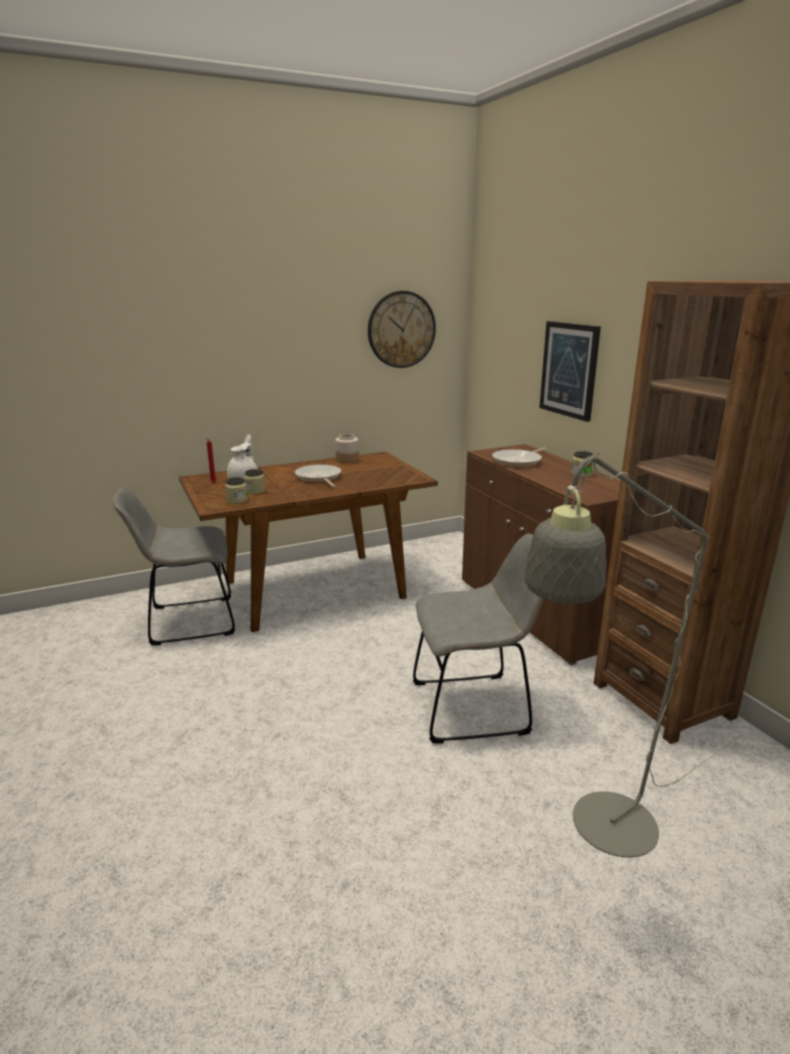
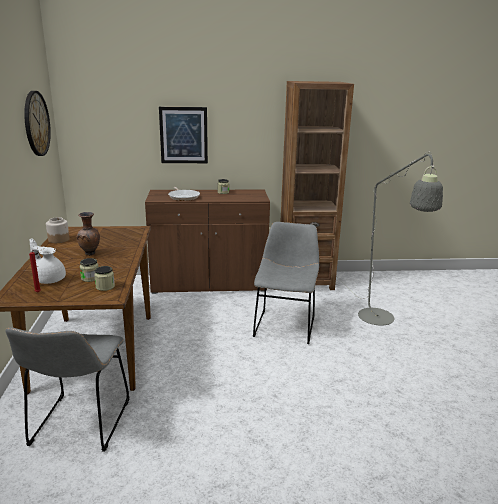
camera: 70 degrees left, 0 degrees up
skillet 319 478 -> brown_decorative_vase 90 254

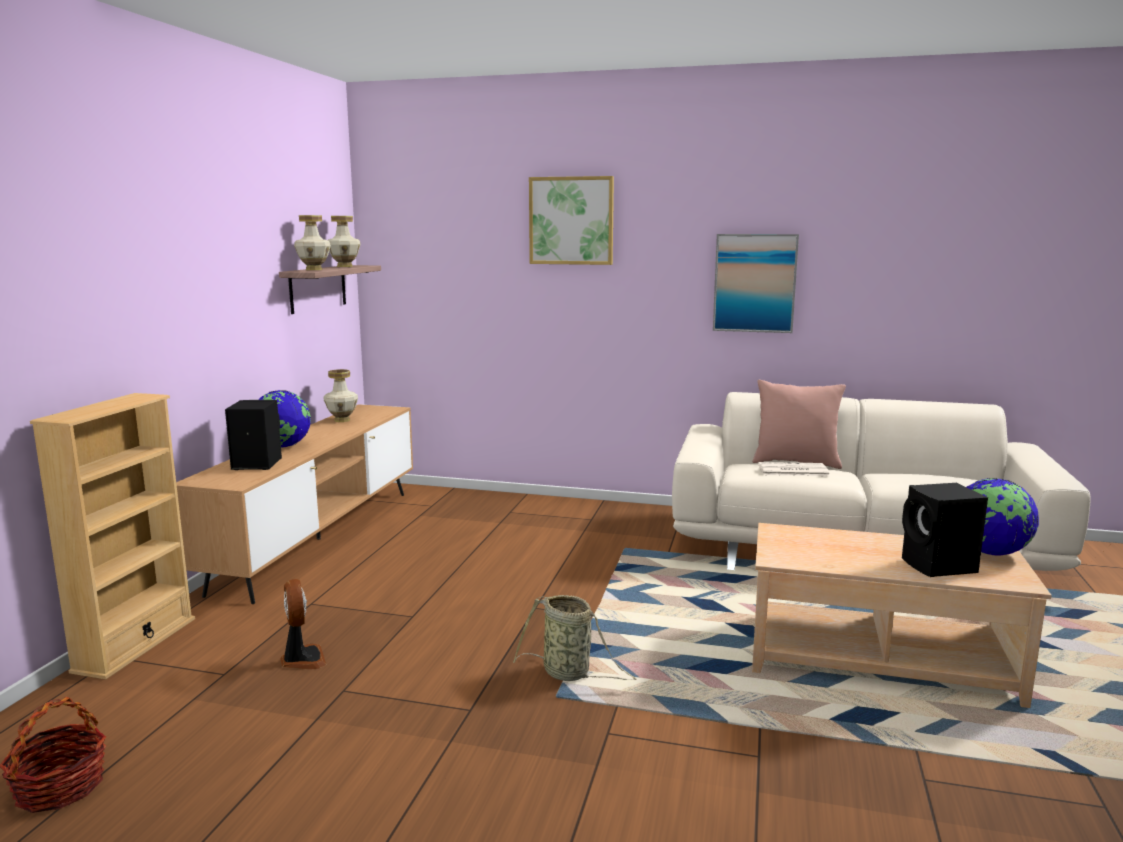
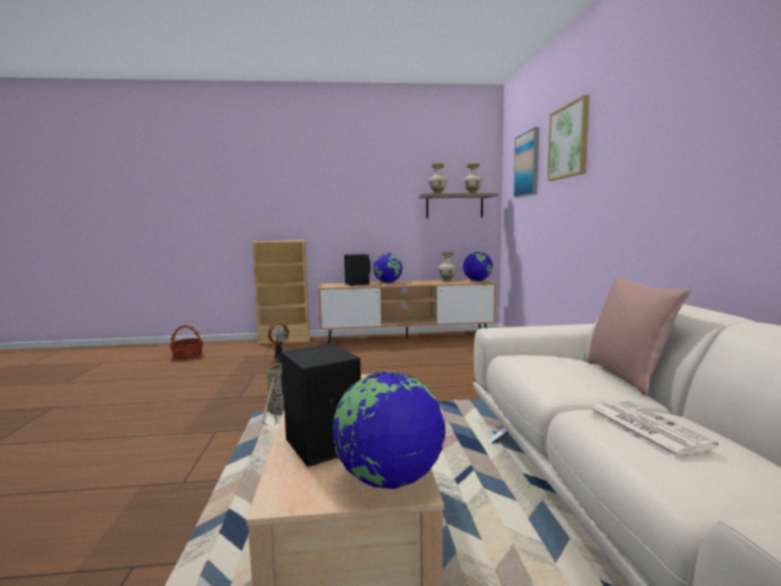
camera: 70 degrees right, 5 degrees down
none -> globe 477 280
wall_picture 754 283 -> wall_picture 527 164, shifted
daily_paper 792 470 -> daily_paper 644 428, shifted

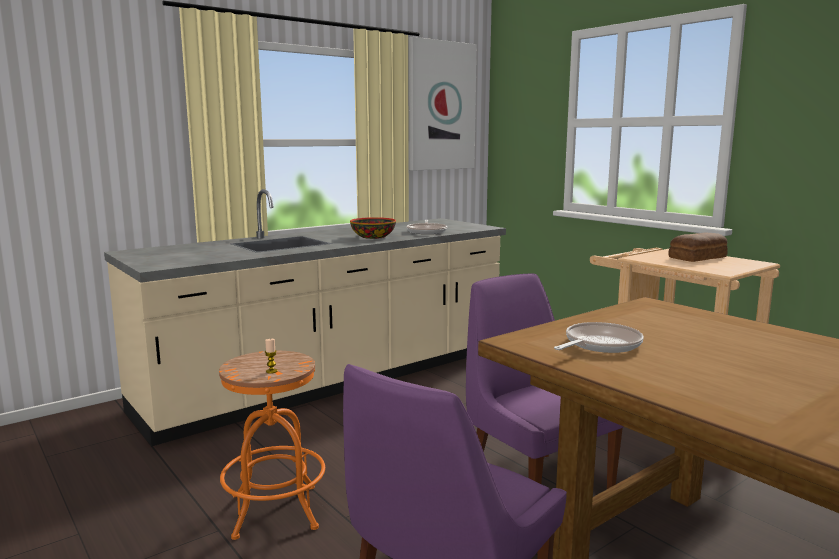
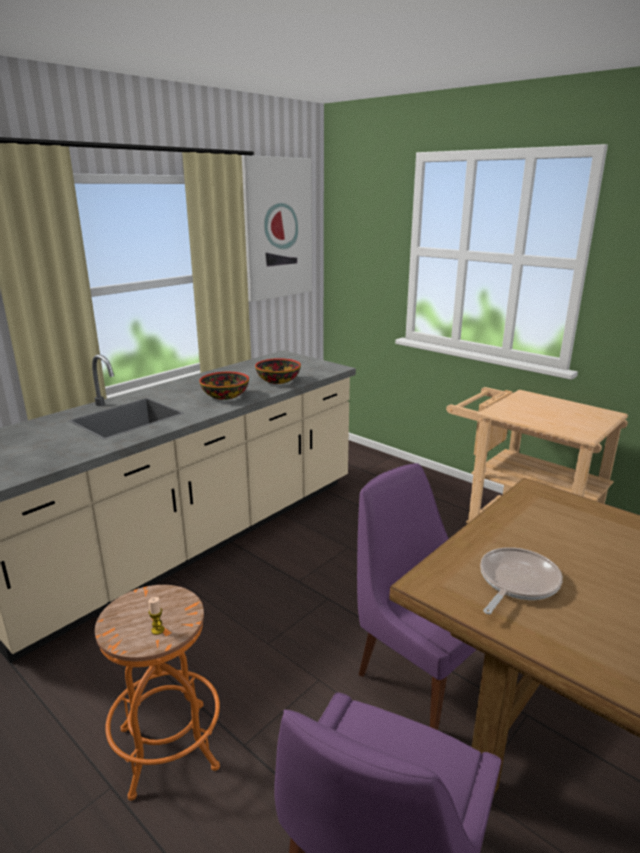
camera: 10 degrees left, 10 degrees up
skillet 427 231 -> deep_dish 278 380
bakery_bread 699 257 -> none

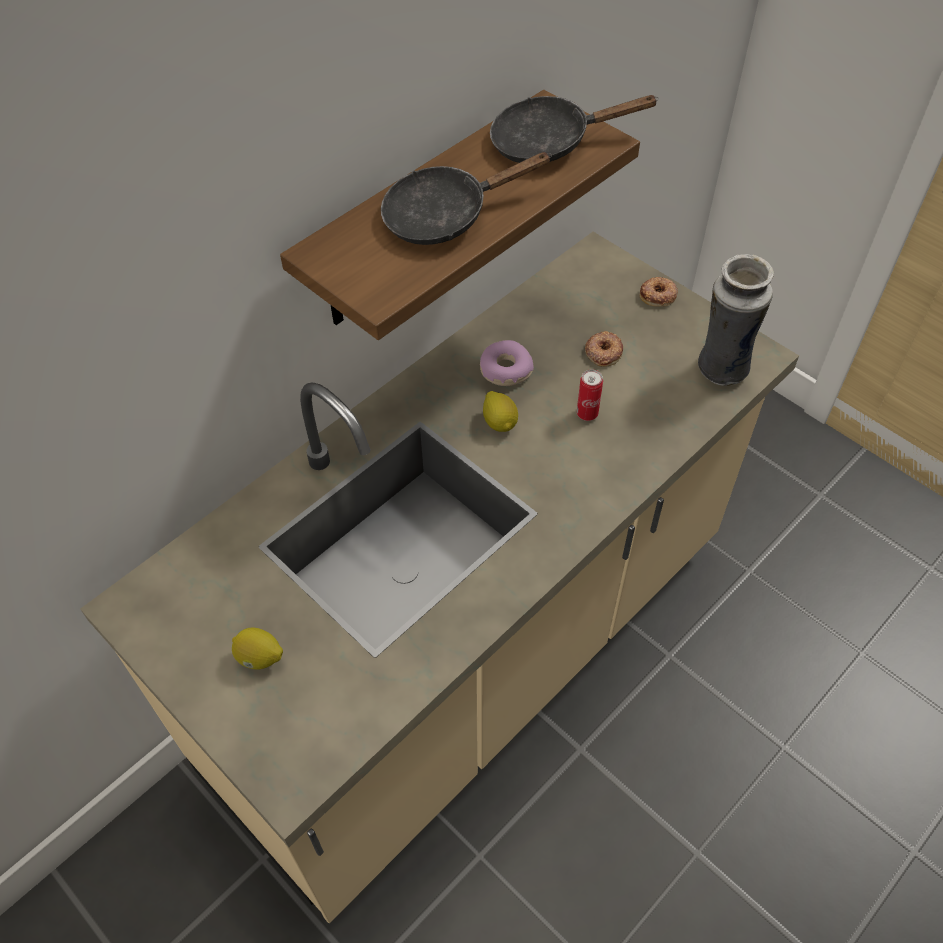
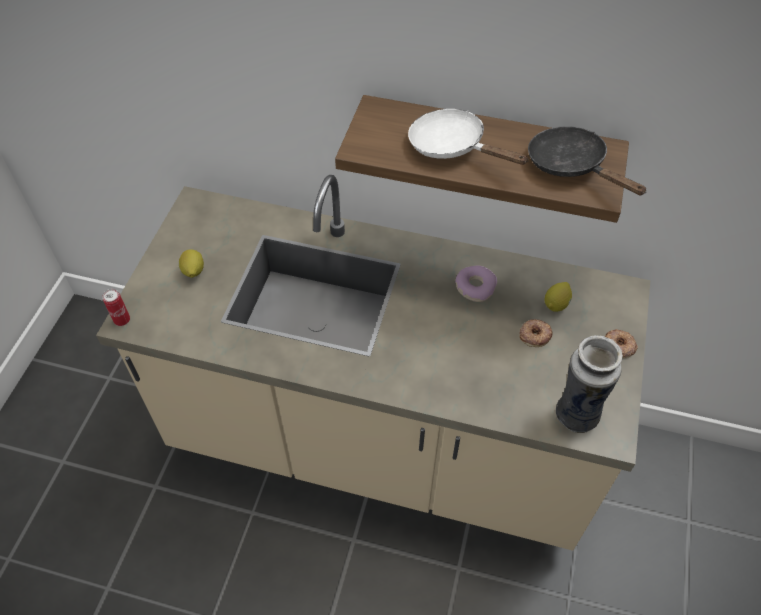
camera: 60 degrees right, 0 degrees up
metal_can 587 414 -> metal_can 122 320, shifted
blackish_skillet 445 216 -> white_skillet 453 147
whole_lemon 500 422 -> whole_lemon 556 304, shifted

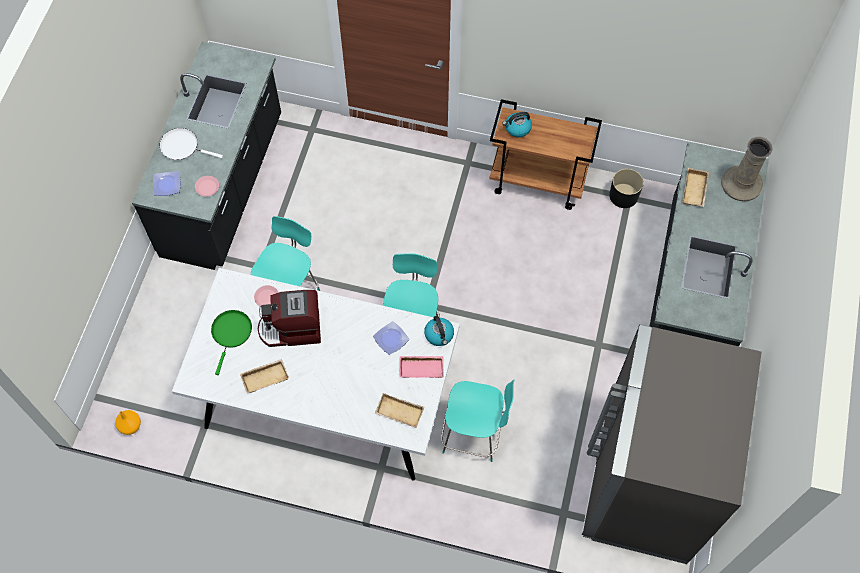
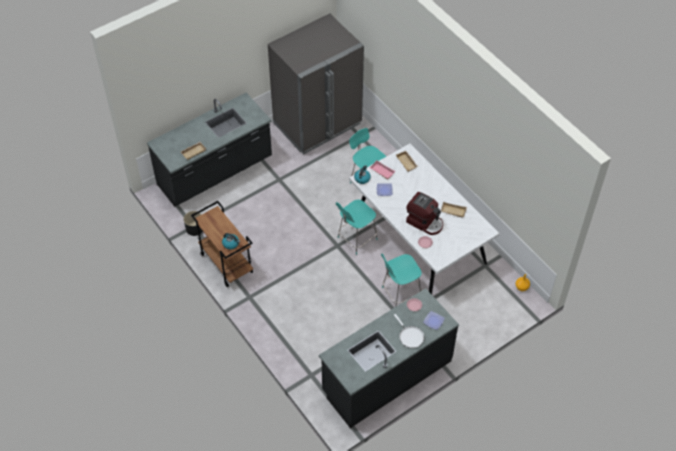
camera: 140 degrees left, 10 degrees down
greenish_skillet 231 333 -> none
beige-coloured_decorative_vase 741 183 -> none

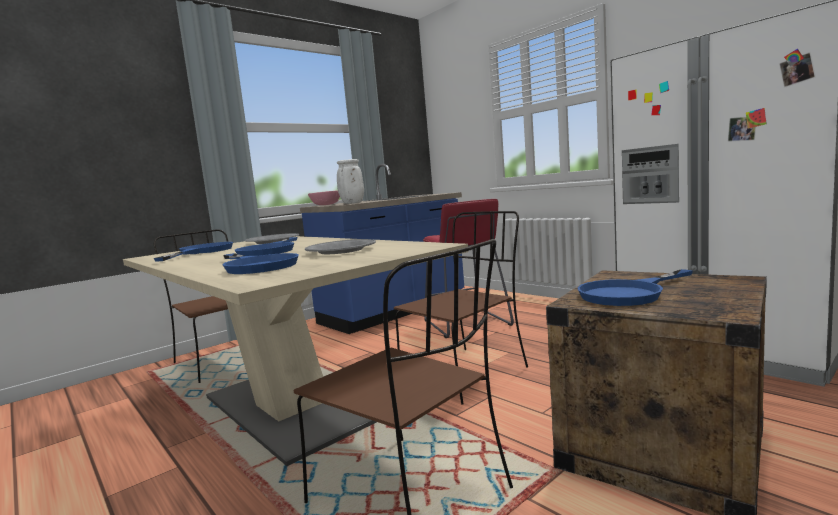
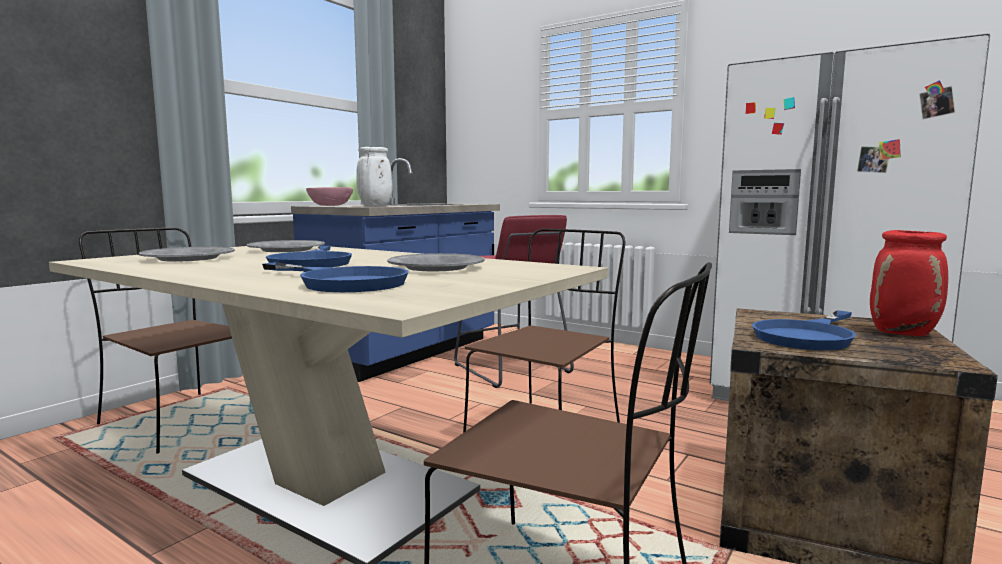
camera: 15 degrees left, 0 degrees up
blue-coloured_skillet 201 252 -> greyish_plate 188 258
none -> red_decorative_vase 904 333

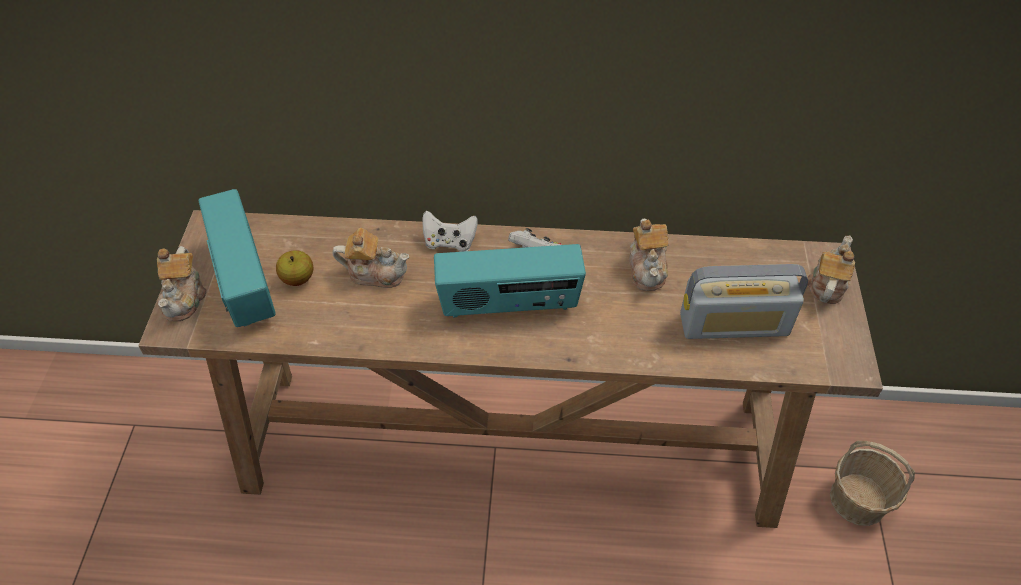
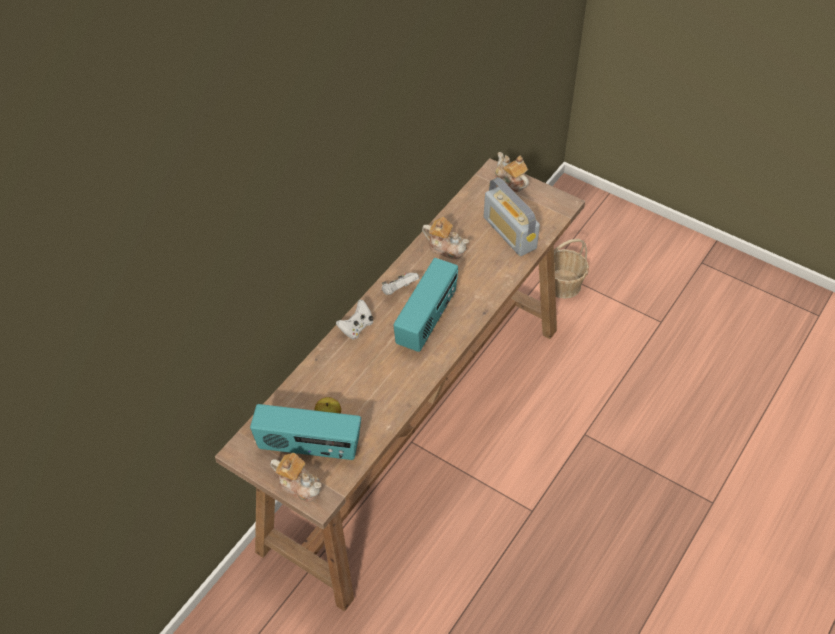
camera: 60 degrees left, 0 degrees up
radio_set 734 324 -> radio_set 509 233, 120 degrees clockwise
tea_pot 375 273 -> none

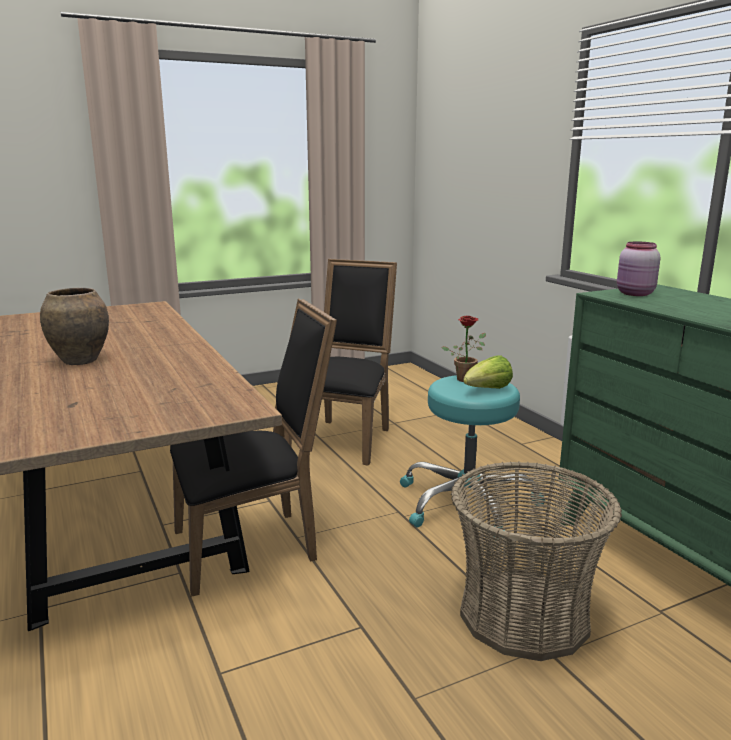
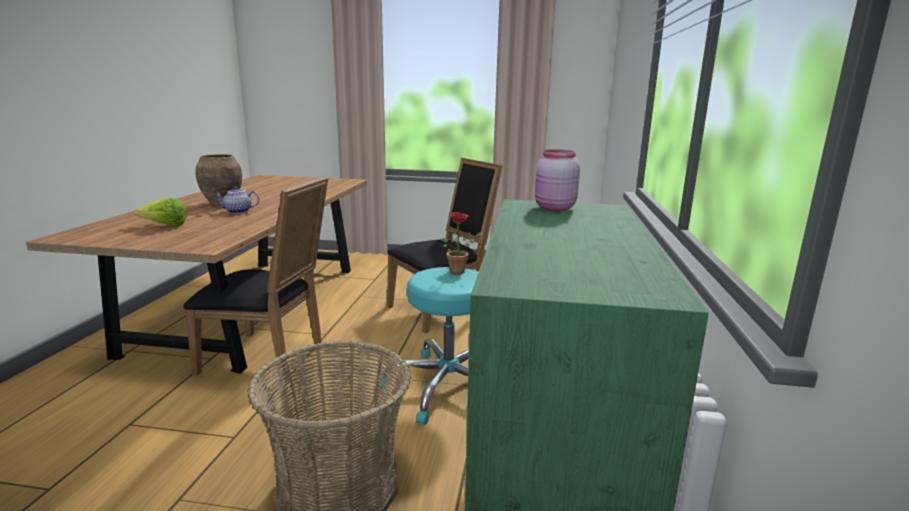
camera: 35 degrees right, 0 degrees up
lettuce 487 390 -> lettuce 165 226, shifted
none -> tea_pot 237 211

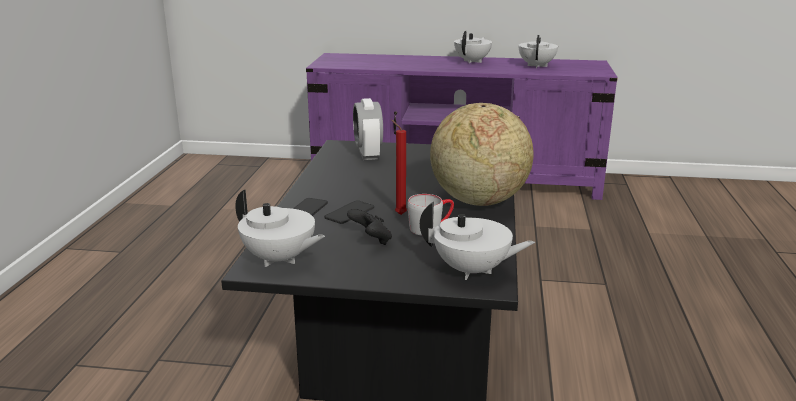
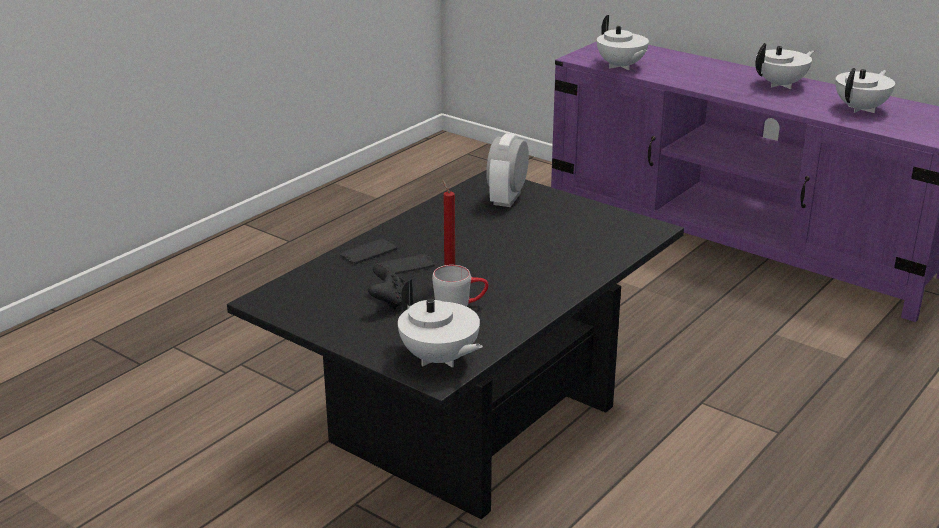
camera: 30 degrees right, 5 degrees up
white_tea_pot 279 259 -> white_tea_pot 621 66, shifted
globe 478 201 -> none

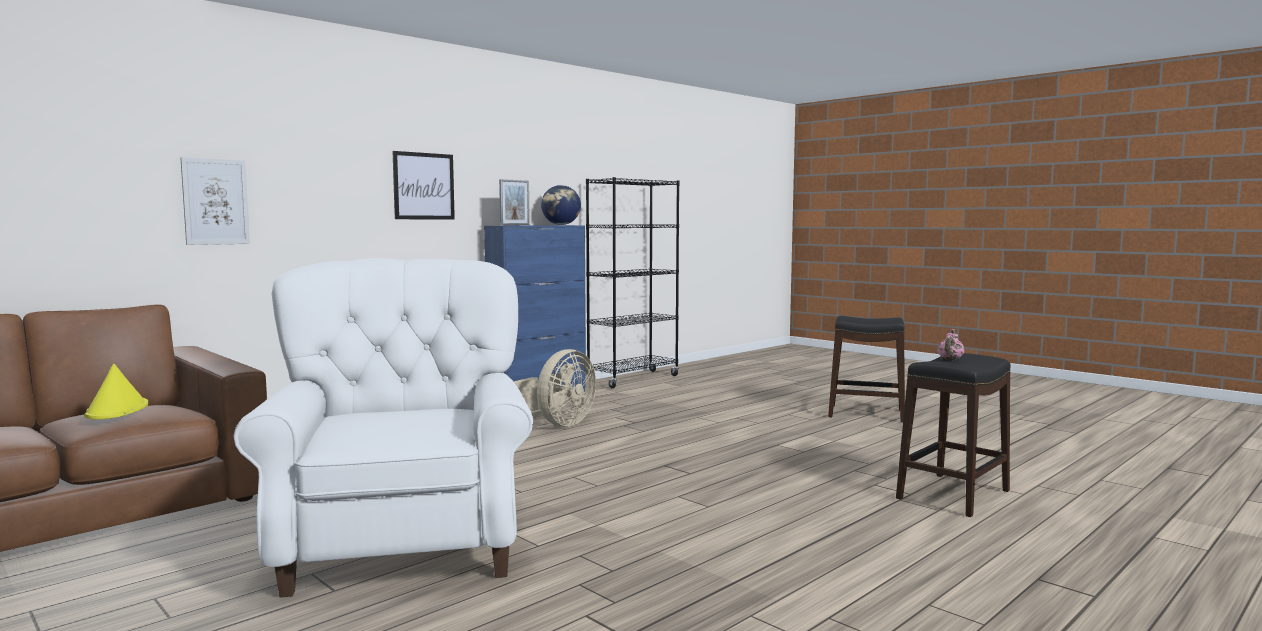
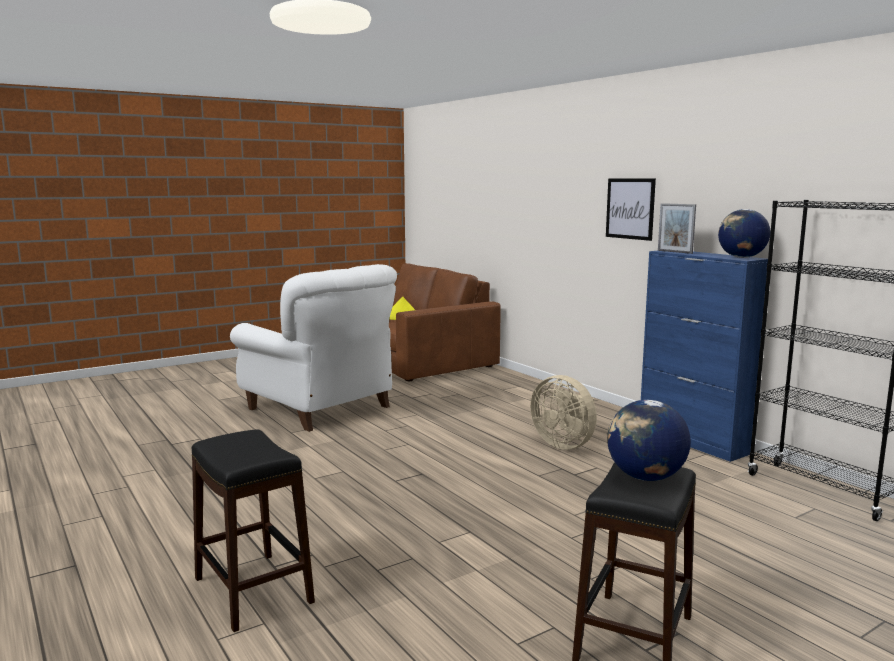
camera: 100 degrees right, 5 degrees up
white_easy_chair 403 542 -> white_easy_chair 322 408, 45 degrees clockwise
none -> globe 645 477
wall_picture 215 201 -> none
pink_tea_pot 950 360 -> none

